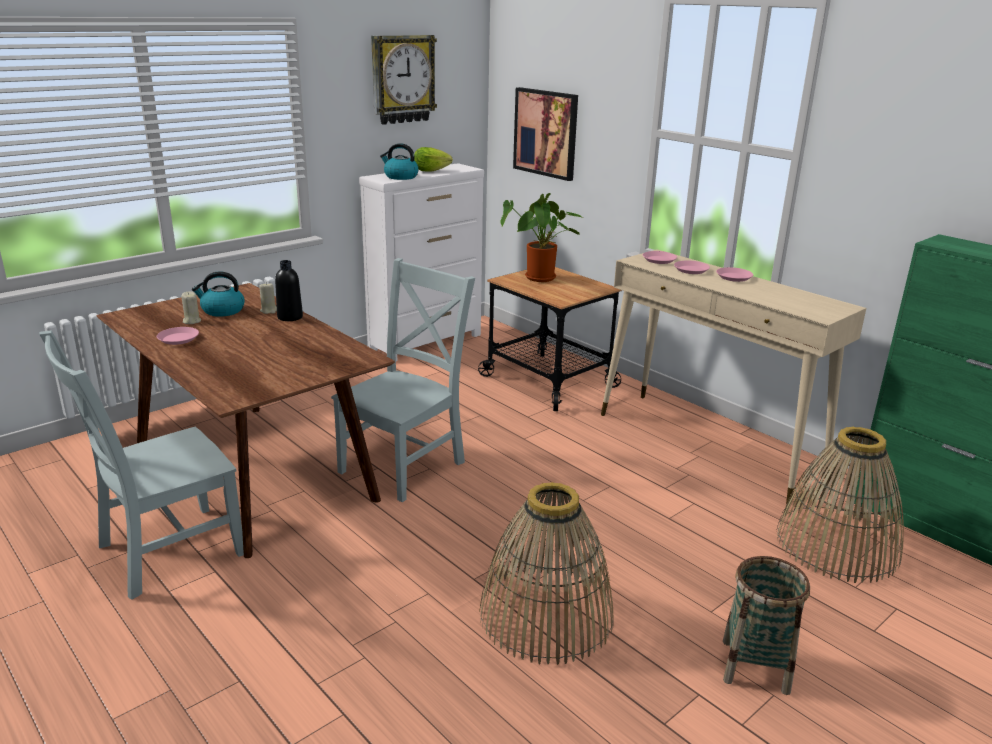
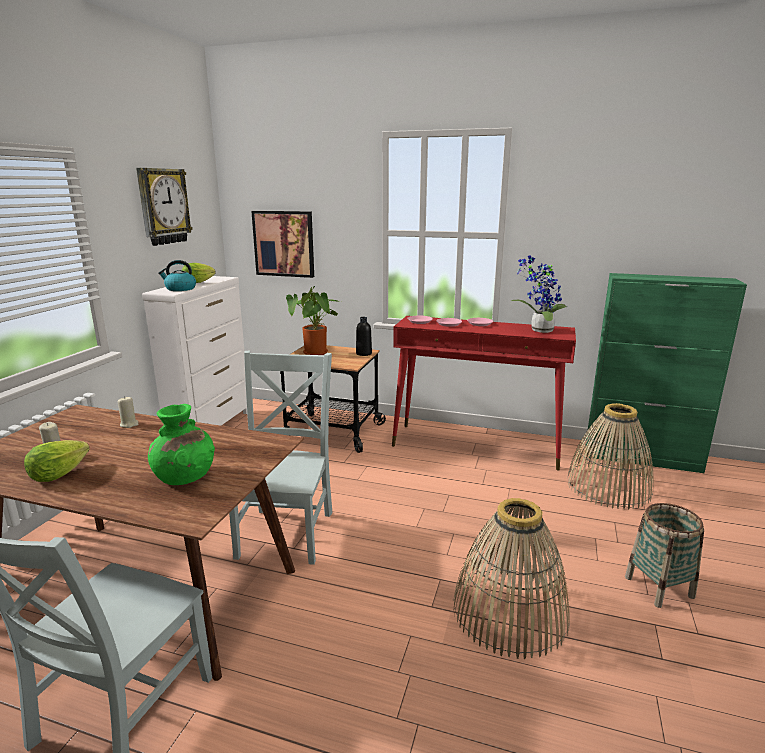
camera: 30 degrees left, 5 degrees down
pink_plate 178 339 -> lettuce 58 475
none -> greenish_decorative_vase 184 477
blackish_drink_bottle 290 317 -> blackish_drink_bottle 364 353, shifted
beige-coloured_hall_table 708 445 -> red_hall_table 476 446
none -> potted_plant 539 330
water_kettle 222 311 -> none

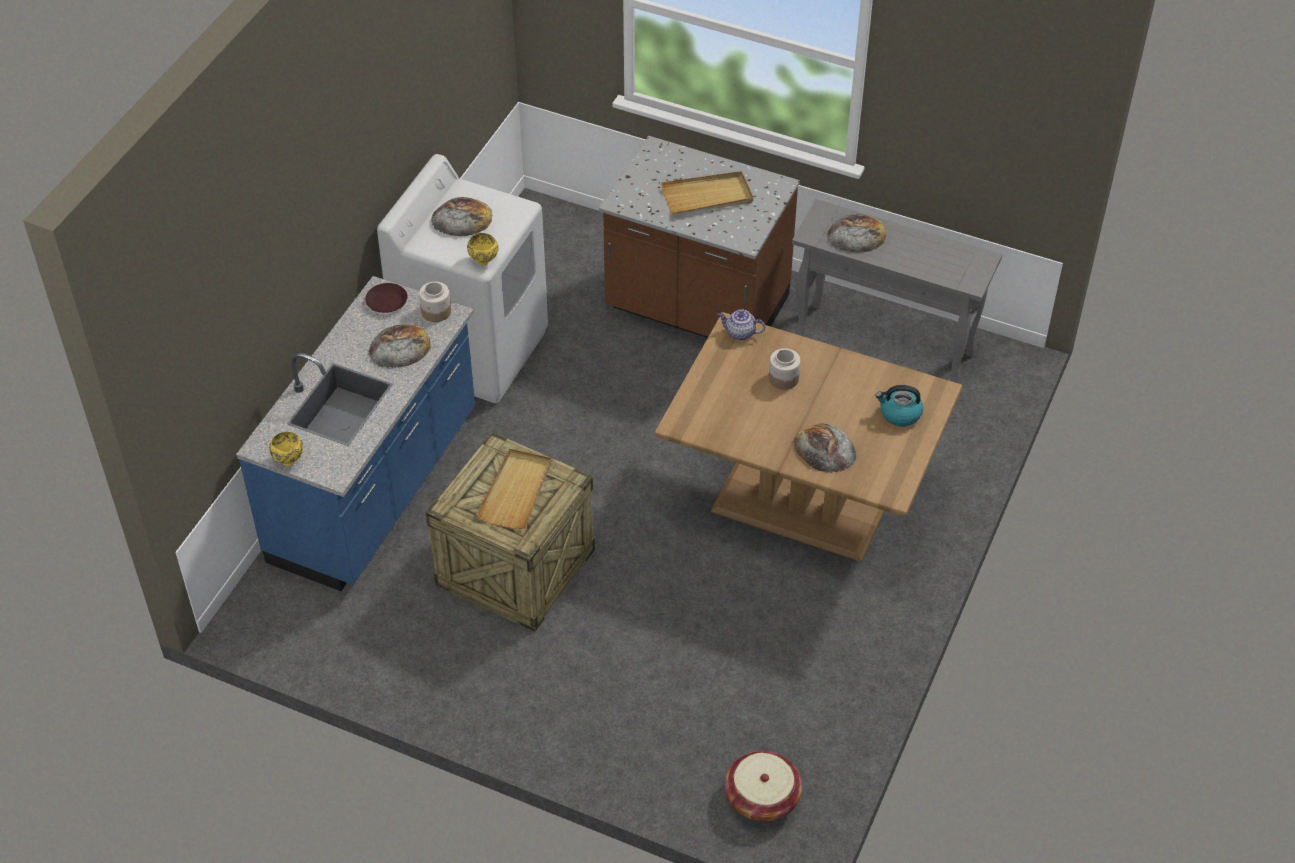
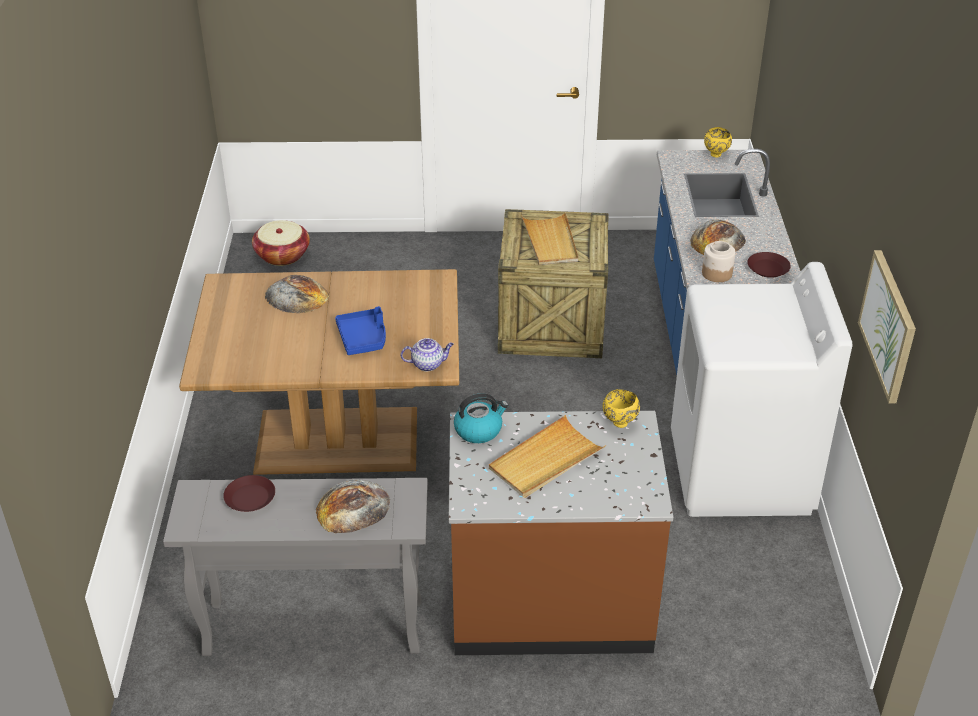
camera: 155 degrees right, 10 degrees down
none -> brown_plate 249 497
preserve_jar 783 378 -> blue-coloured_serving_tray 363 338
water_kettle 899 414 -> water_kettle 479 430, shifted
yellow-coloured_deep_dish 484 261 -> yellow-coloured_deep_dish 619 423, shifted
none -> wall_picture 888 325
bakery_bread 462 218 -> none

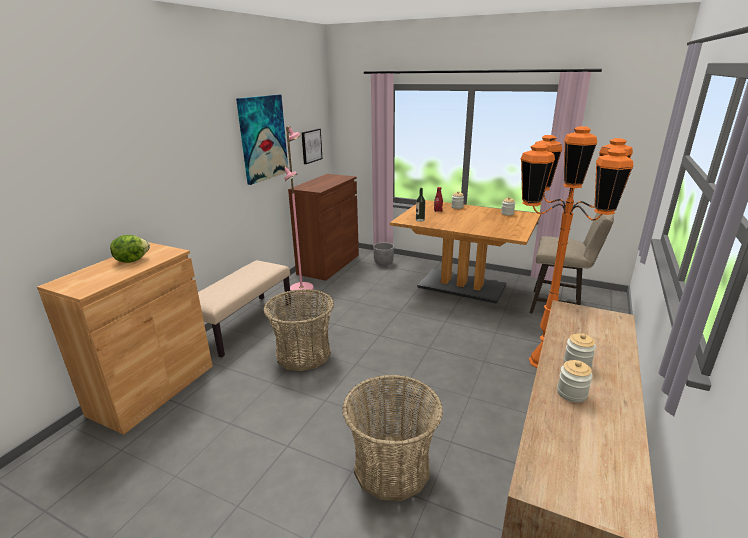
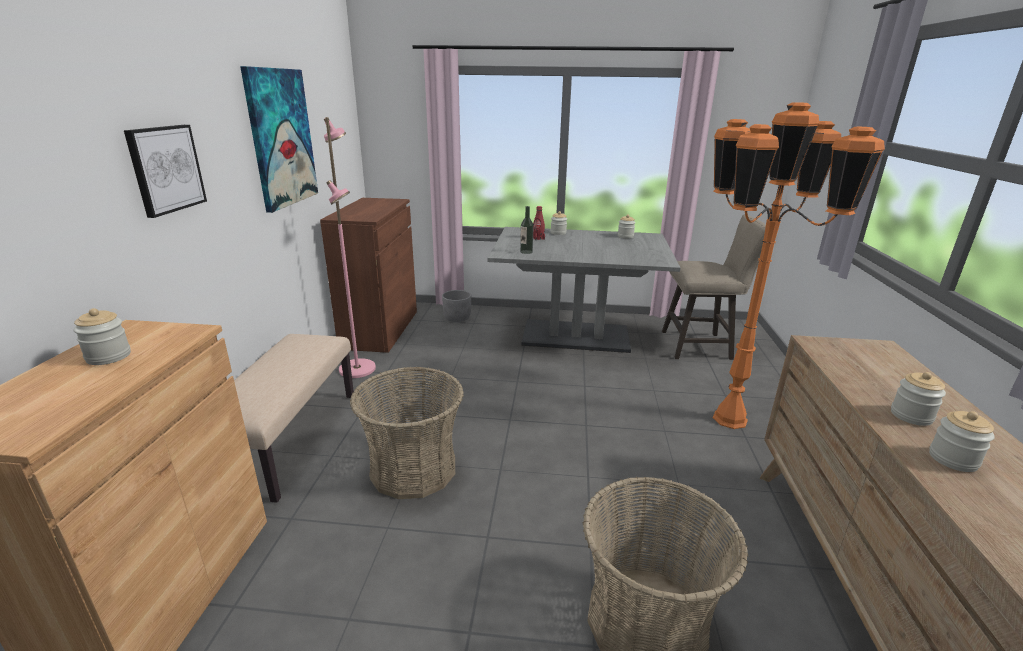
camera: 20 degrees left, 0 degrees up
lettuce 132 260 -> preserve_jar 108 356
wall_picture 311 146 -> wall_picture 166 169, shifted
brown_dining_table 461 286 -> greyish_dining_table 575 336

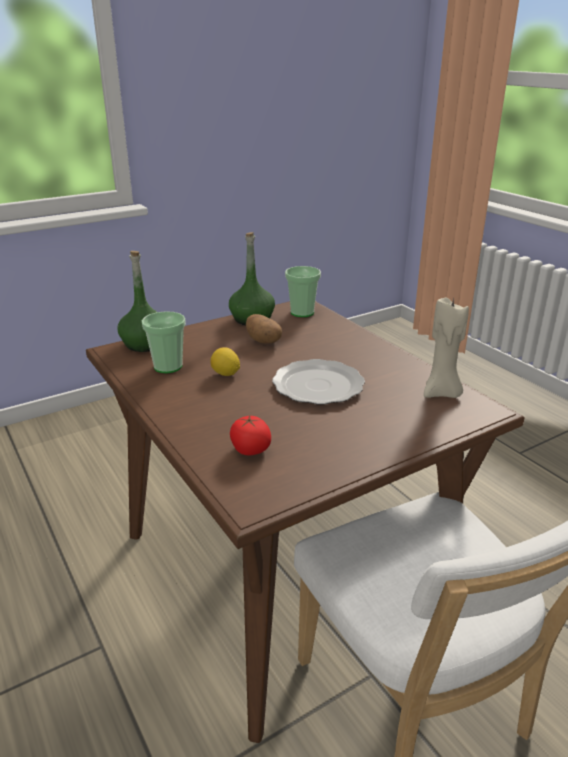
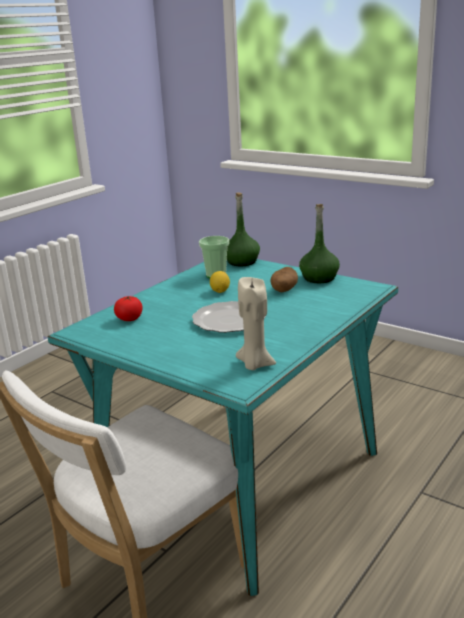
camera: 70 degrees right, 5 degrees down
brown_dining_table 283 572 -> turquoise-coloured_dining_table 241 479
cup 302 312 -> none

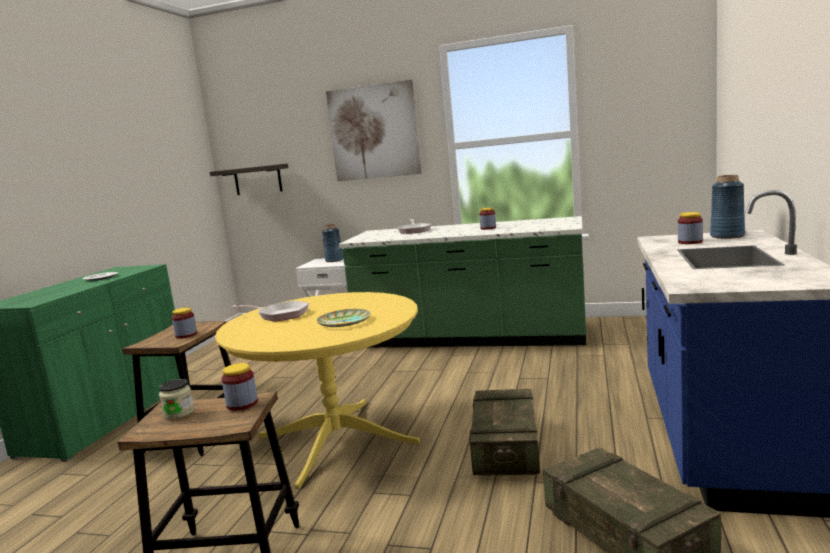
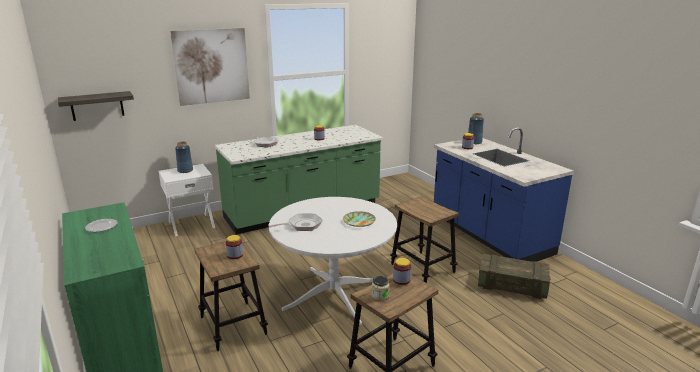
camera: 45 degrees left, 10 degrees up
yellow-coloured_dining_table 336 440 -> white_dining_table 334 294
packing_crate 505 448 -> sitting_stool 422 268

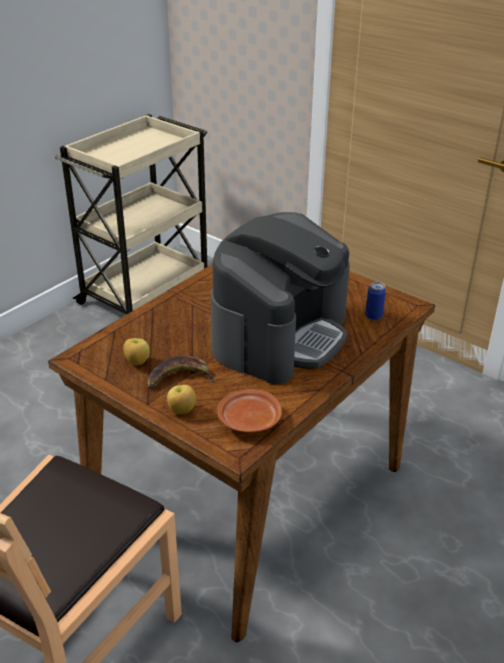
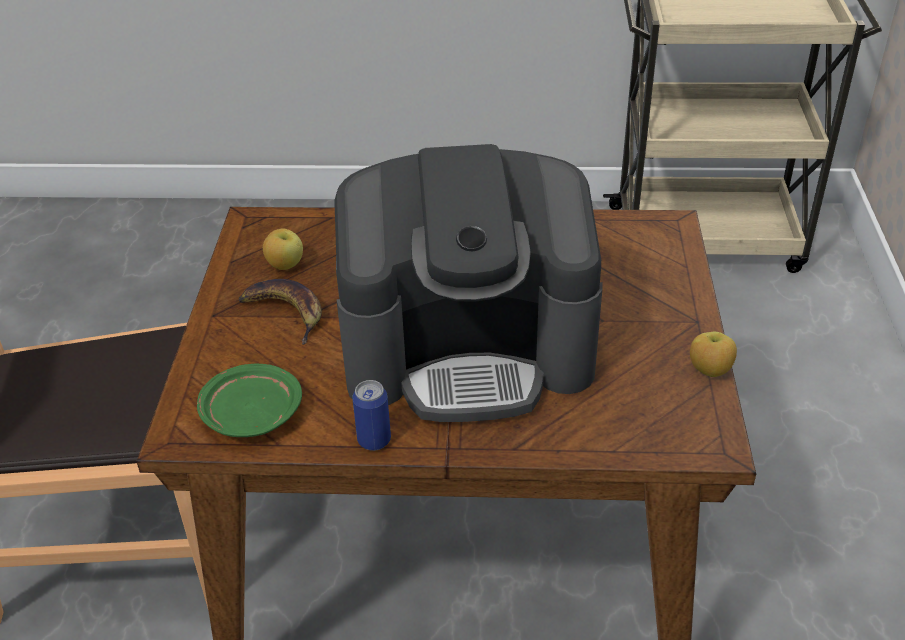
camera: 55 degrees right, 5 degrees up
brown_plate 249 420 -> greenish_plate 251 414
metal_can 374 316 -> metal_can 374 440, shifted
apple 181 411 -> apple 709 371, shifted

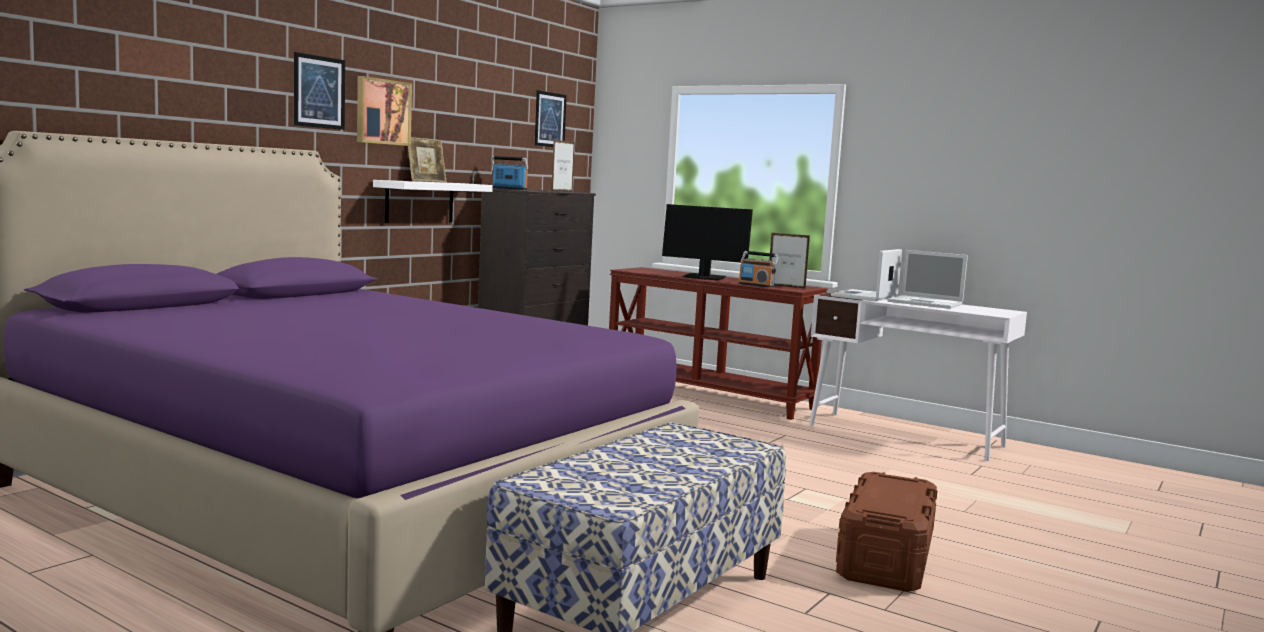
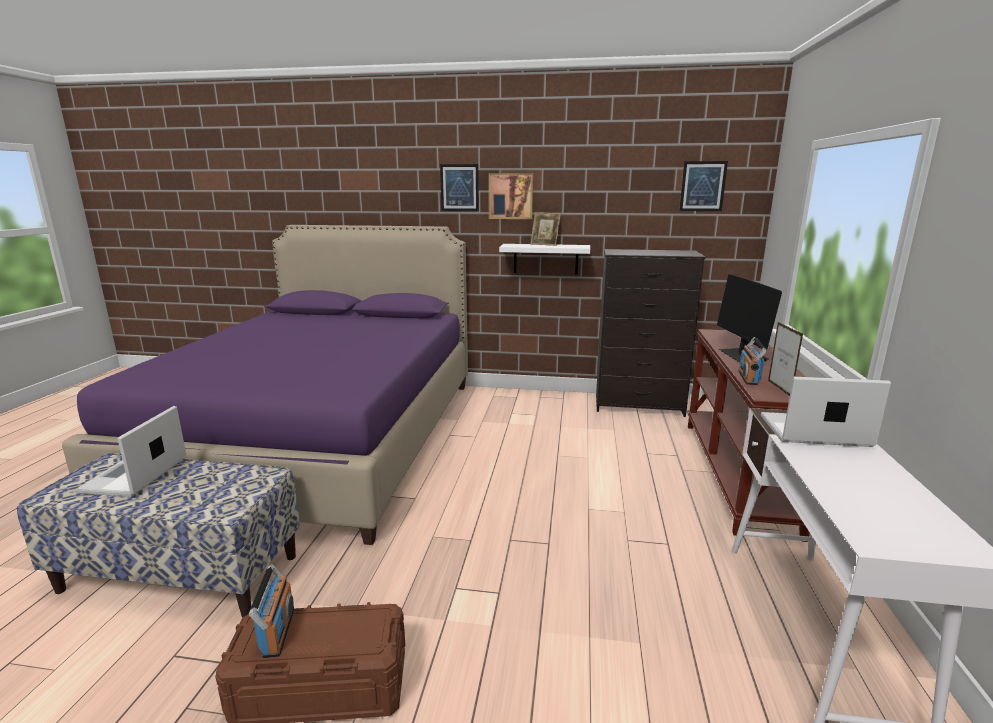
camera: 65 degrees right, 10 degrees up
notebook_computer 926 303 -> notebook_computer 134 476, shifted
radio_set 509 189 -> radio_set 277 632, shifted
picture_frame 562 191 -> none

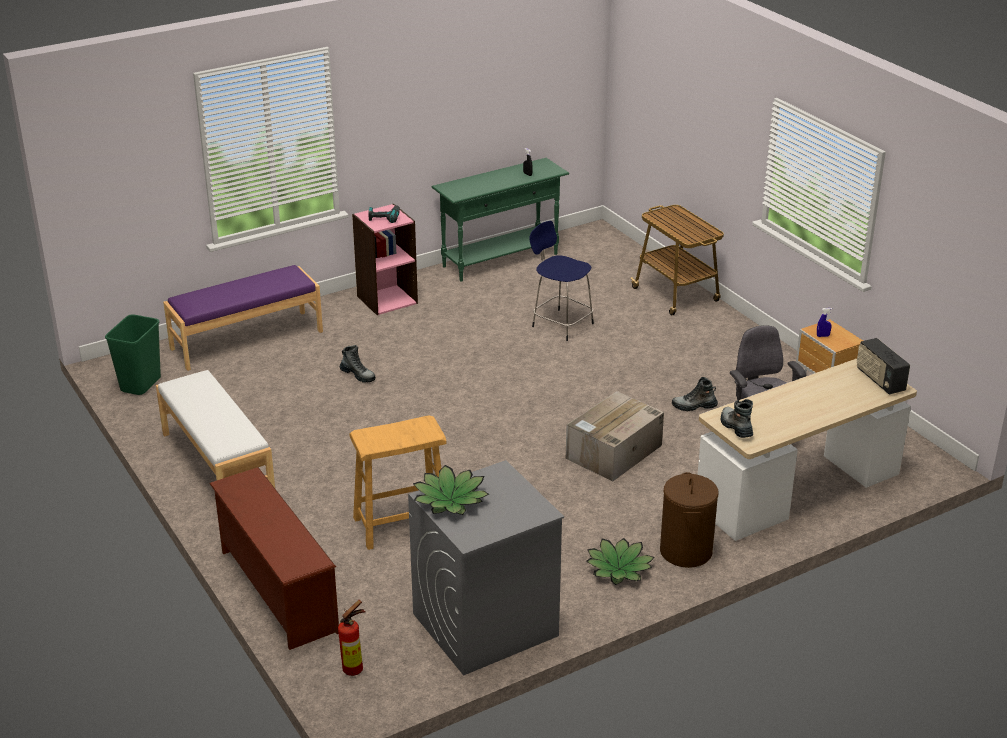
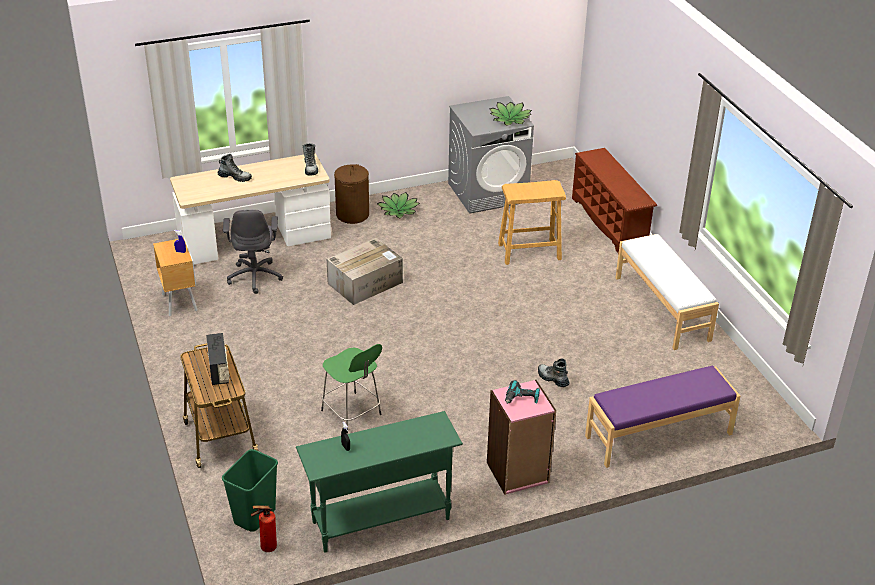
camera: 170 degrees left, 5 degrees up
radio_set 879 380 -> radio_set 219 370, shifted
tall_boot 694 406 -> tall_boot 235 177, shifted
greenish_waste_bin 140 384 -> greenish_waste_bin 255 517, shifted
extinguisher 355 668 -> extinguisher 266 548, shifted
blue-coloured_sitting_stool 561 324 -> greenish_sitting_stool 352 413

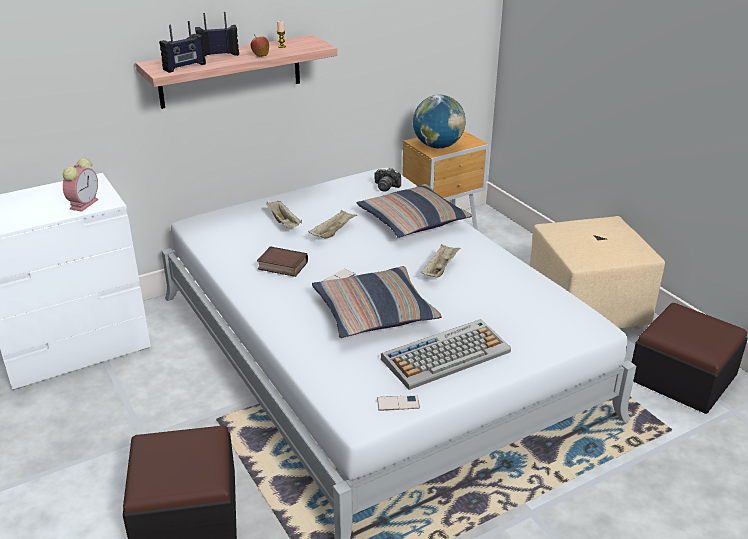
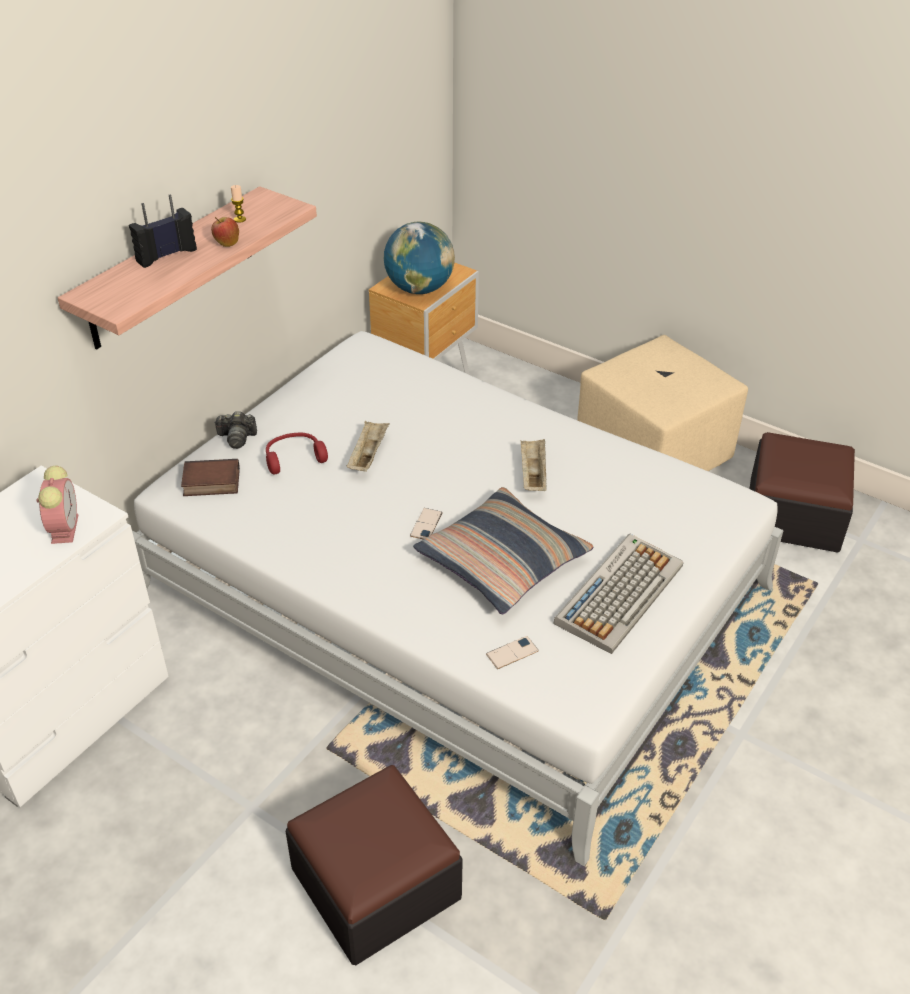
camera: 25 degrees left, 10 degrees up
book 281 266 -> book 210 483, shifted
still_camera 386 187 -> still_camera 237 438, shifted
beige-coloured_serving_tray 284 223 -> red_headset 294 458
telephone 398 403 -> telephone 512 653, shifted
radio_set 185 67 -> none
throw_pillow 412 221 -> none

